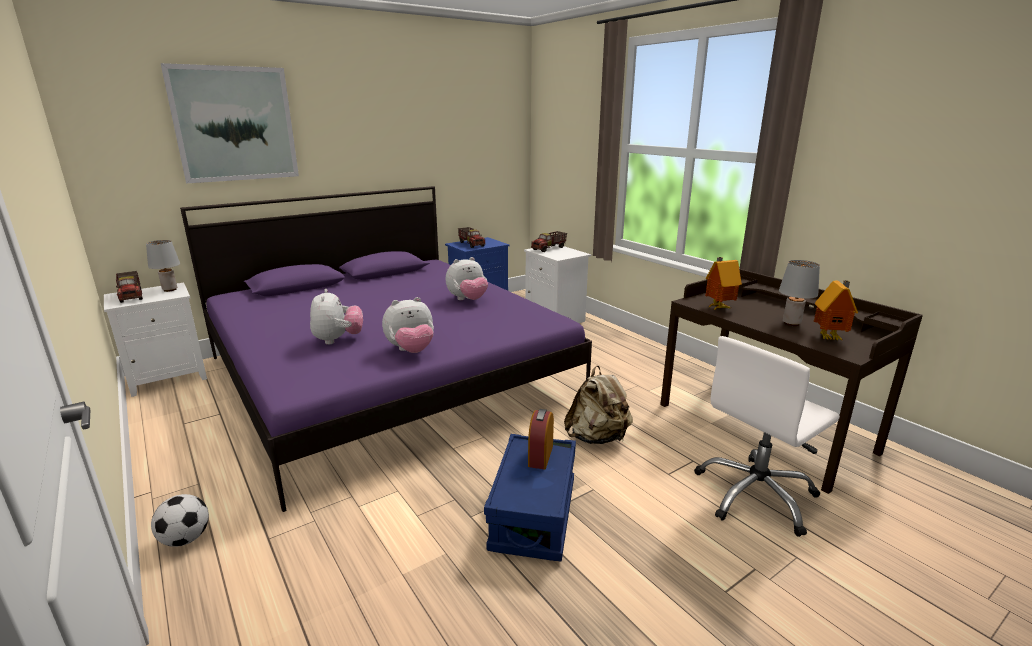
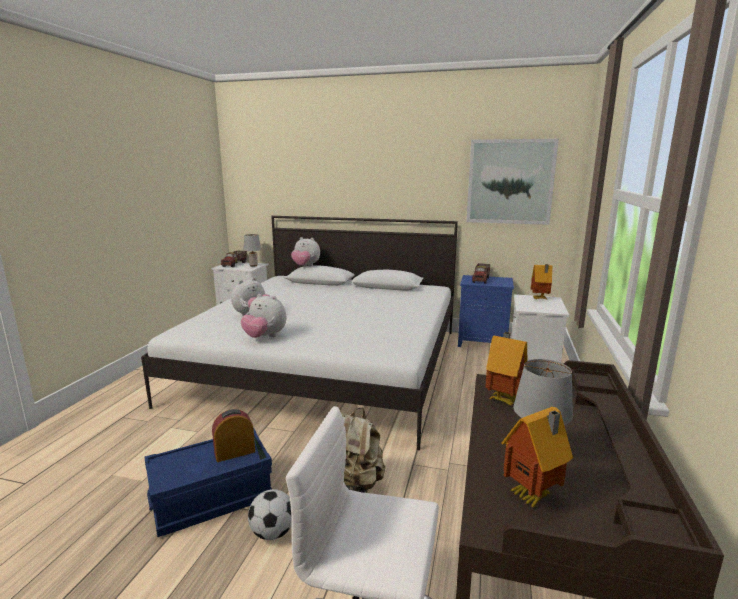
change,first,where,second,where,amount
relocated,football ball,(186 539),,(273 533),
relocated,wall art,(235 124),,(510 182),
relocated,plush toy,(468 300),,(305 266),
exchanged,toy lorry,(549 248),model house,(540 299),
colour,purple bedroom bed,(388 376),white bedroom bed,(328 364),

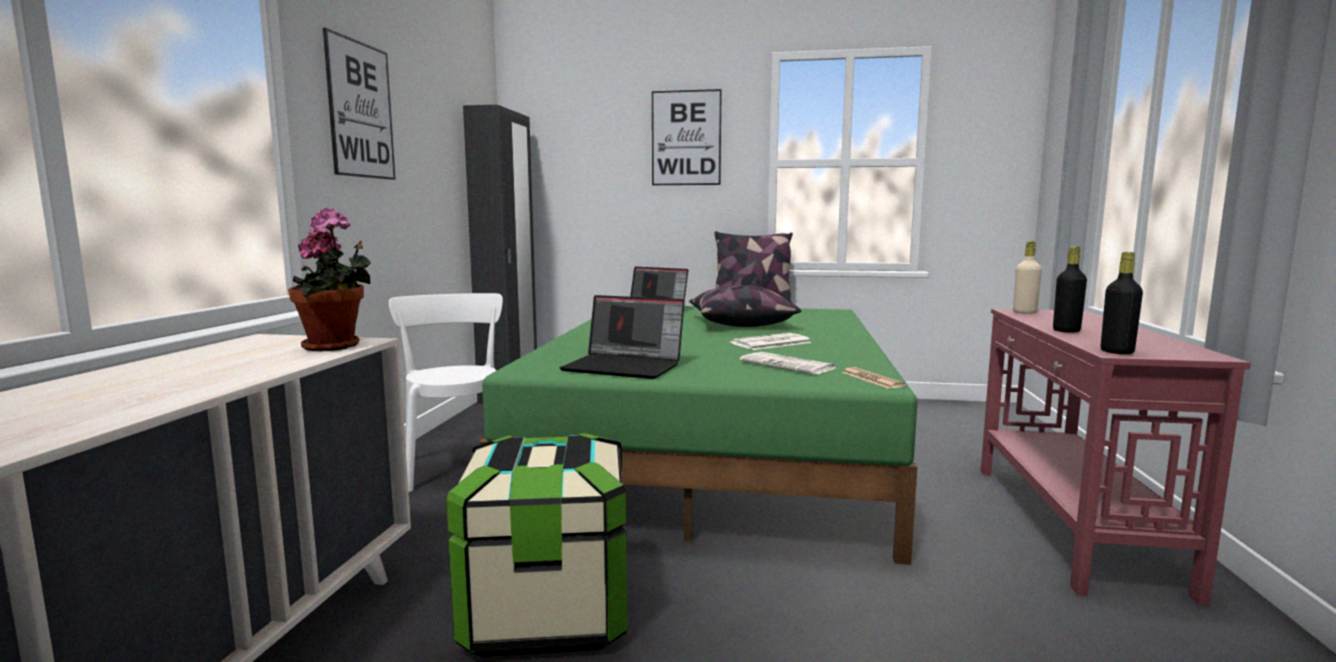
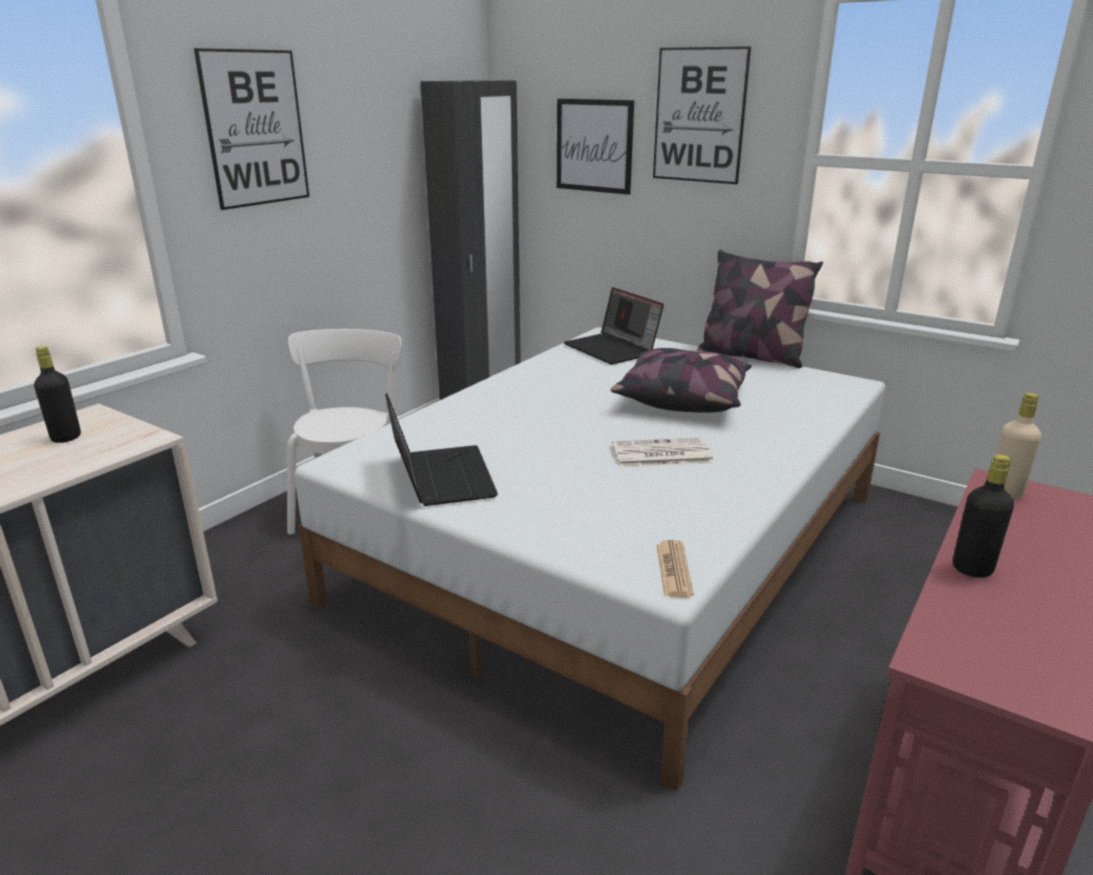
change,first,where,second,where,amount
missing,houseplant,(336 347),,,
missing,storage bin,(547 612),,,
missing,daily paper,(789 365),,,
appeared,,,wall art,(594 146),
relocated,black-coloured drink bottle,(1117 352),,(66 438),
colour,green-coloured bedroom bed,(715 450),white bedroom bed,(620 546),
spun,portable computer,(625 367),,(440 477),150 degrees counterclockwise

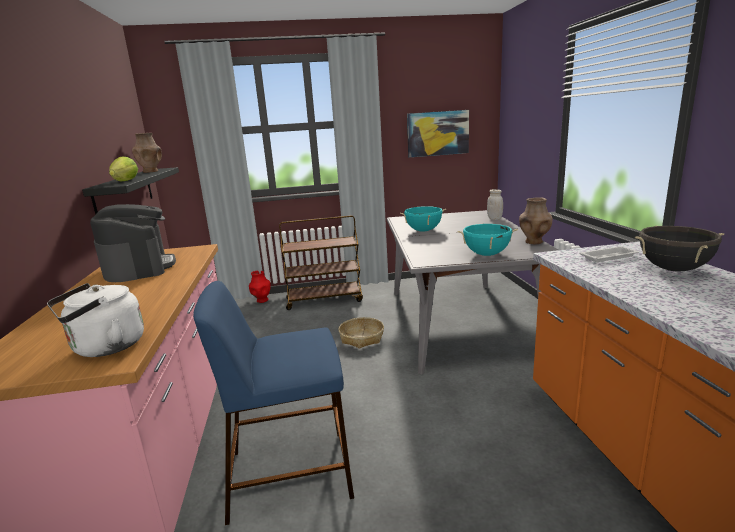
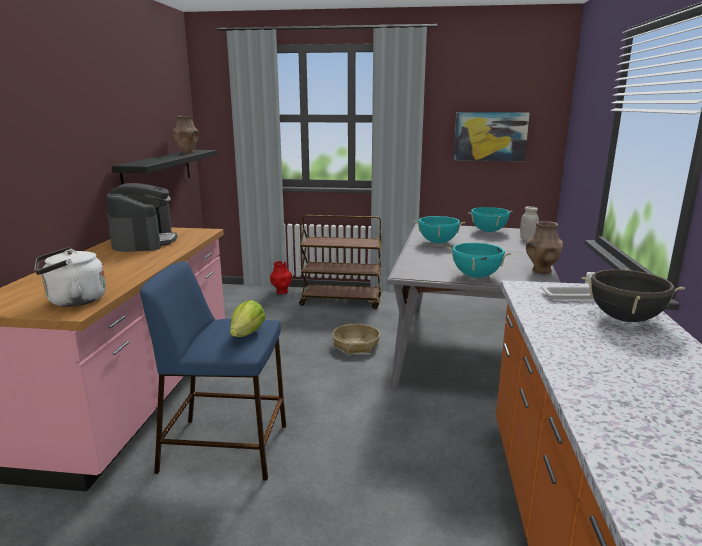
change,first,where,second,where,amount
appeared,,,turquoise-coloured saucepot,(488 231),
relocated,lettuce head,(125 181),,(247 334),

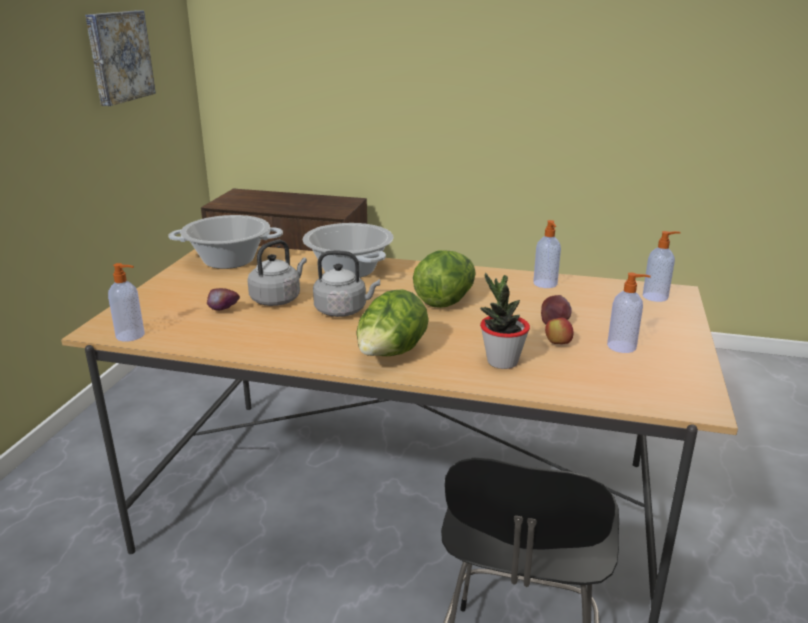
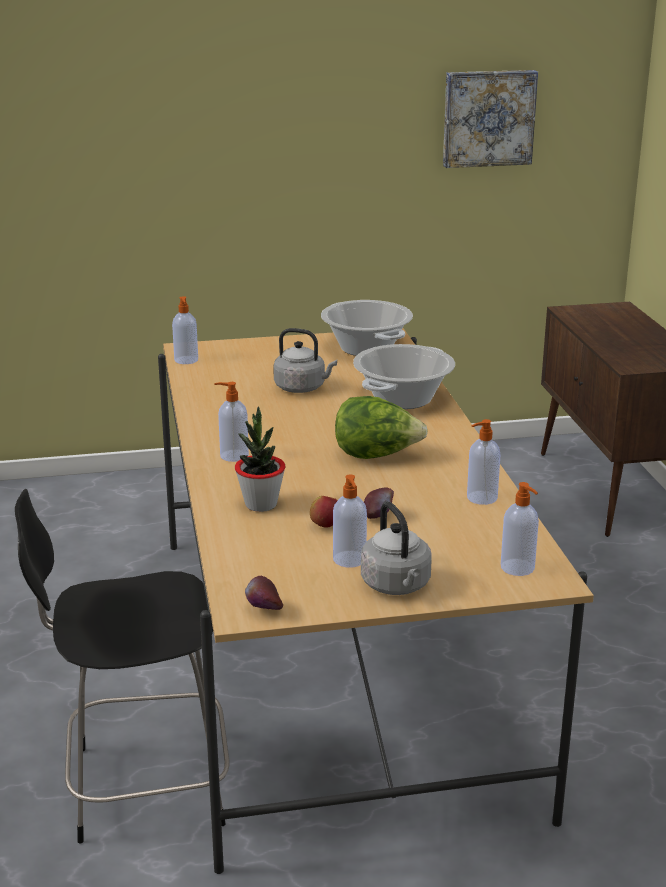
change,first,where,second,where,amount
relocated,apple fruit,(224 311),,(264 611),
relocated,greyish tea kettle,(343 311),,(397 586),
exchanged,lettuce head,(390 355),soap bottle,(233 456),

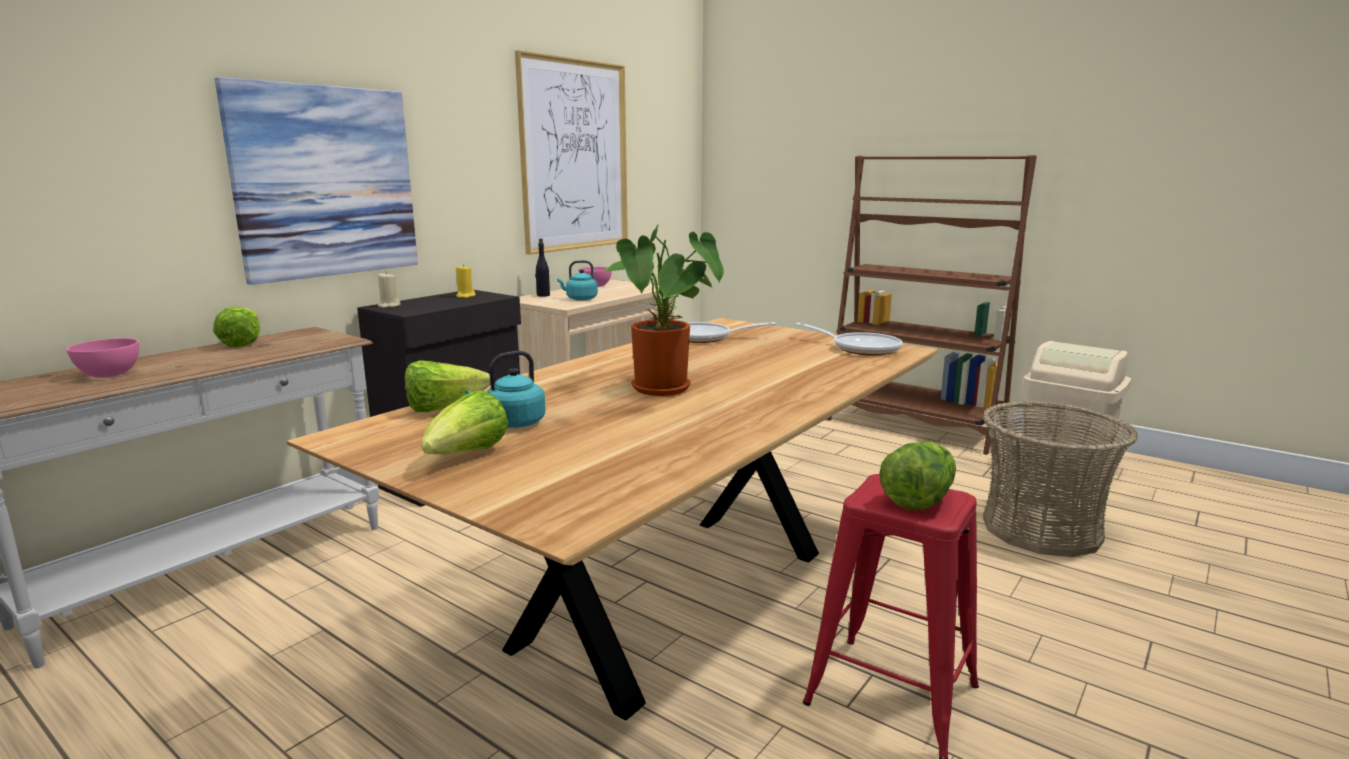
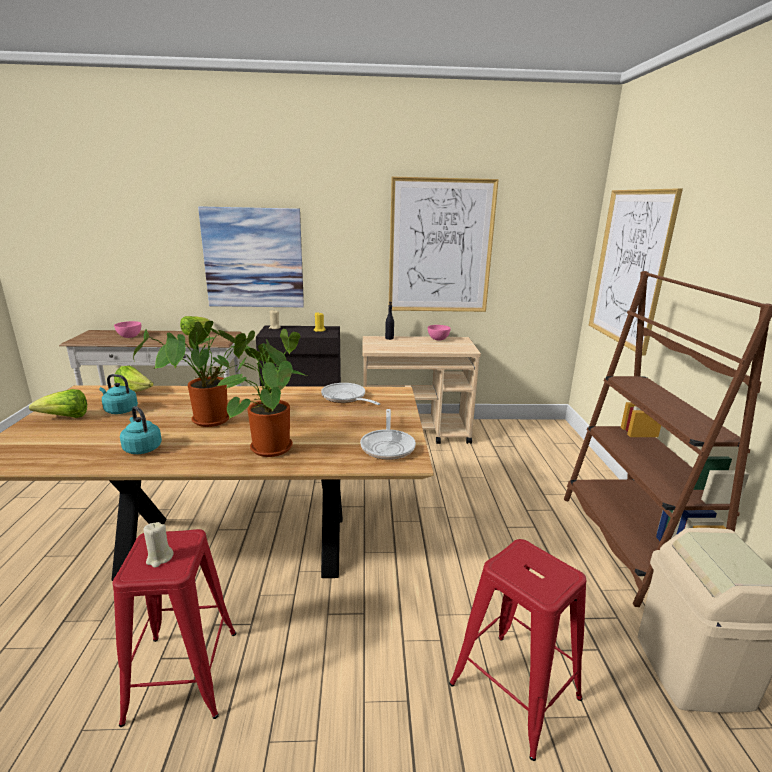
change,first,where,second,where,amount
appeared,,,houseplant,(269 446),
appeared,,,wall art,(630 268),
relocated,turquoise-coloured tea kettle,(580 299),,(142 448),
exchanged,lettuce head,(919 500),beige wax light,(159 558),
exchanged,basket,(1041 529),red-coloured stool seat,(514 691),

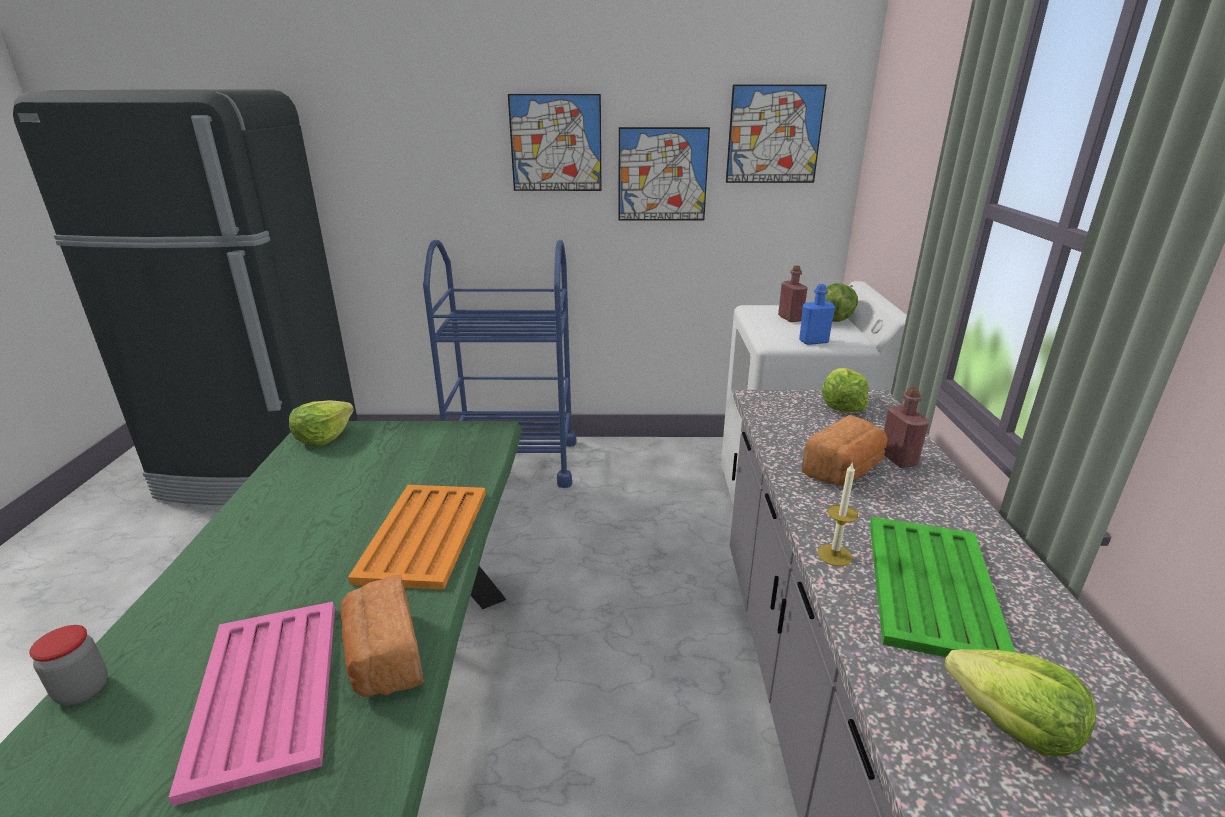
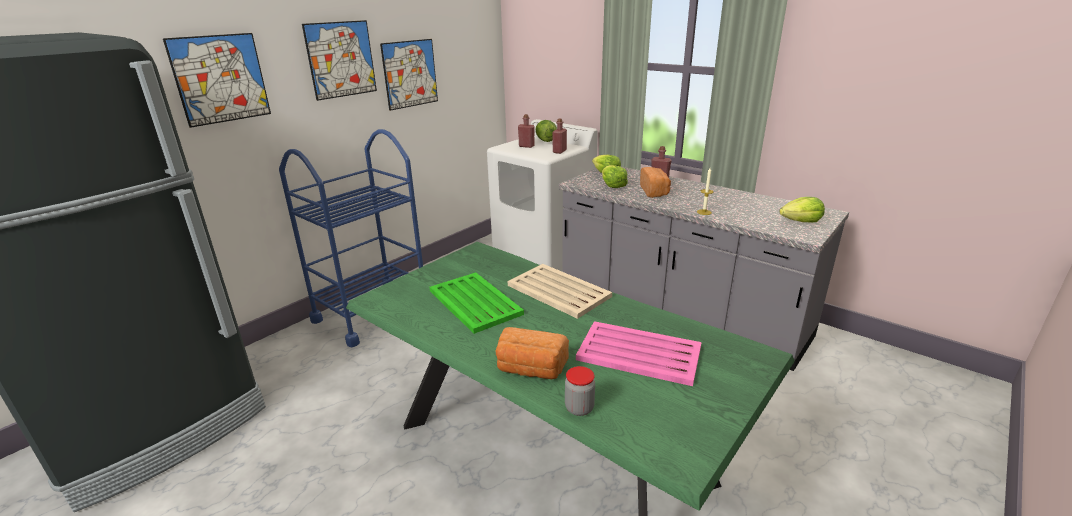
change,first,where,second,where,amount
relocated,lettuce head,(323 436),,(612 185),
relocated,bread,(383 658),,(530 369),
relocated,wall art,(774 135),,(220 79),
relocated,green-coloured serving tray,(931 588),,(475 303),
colour,orangey serving tray,(423 536),beige serving tray,(559 291),
colour,bluish drink bottle,(813 341),red-coloured drink bottle,(559 151),

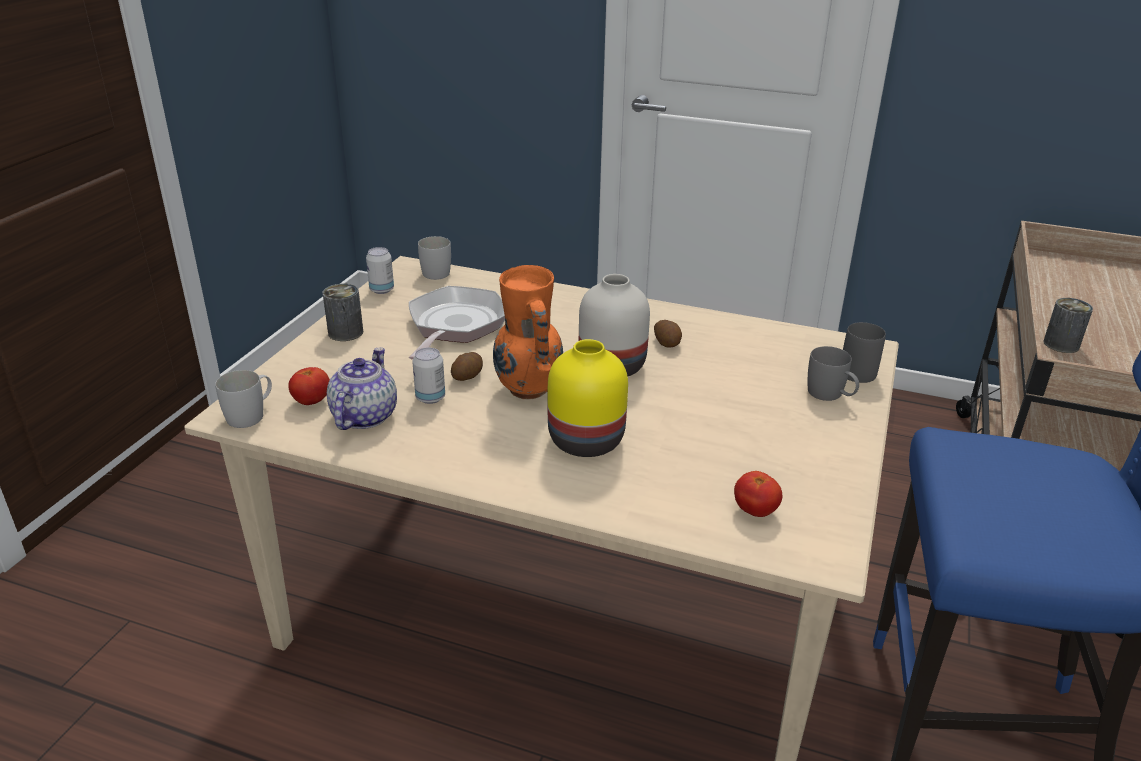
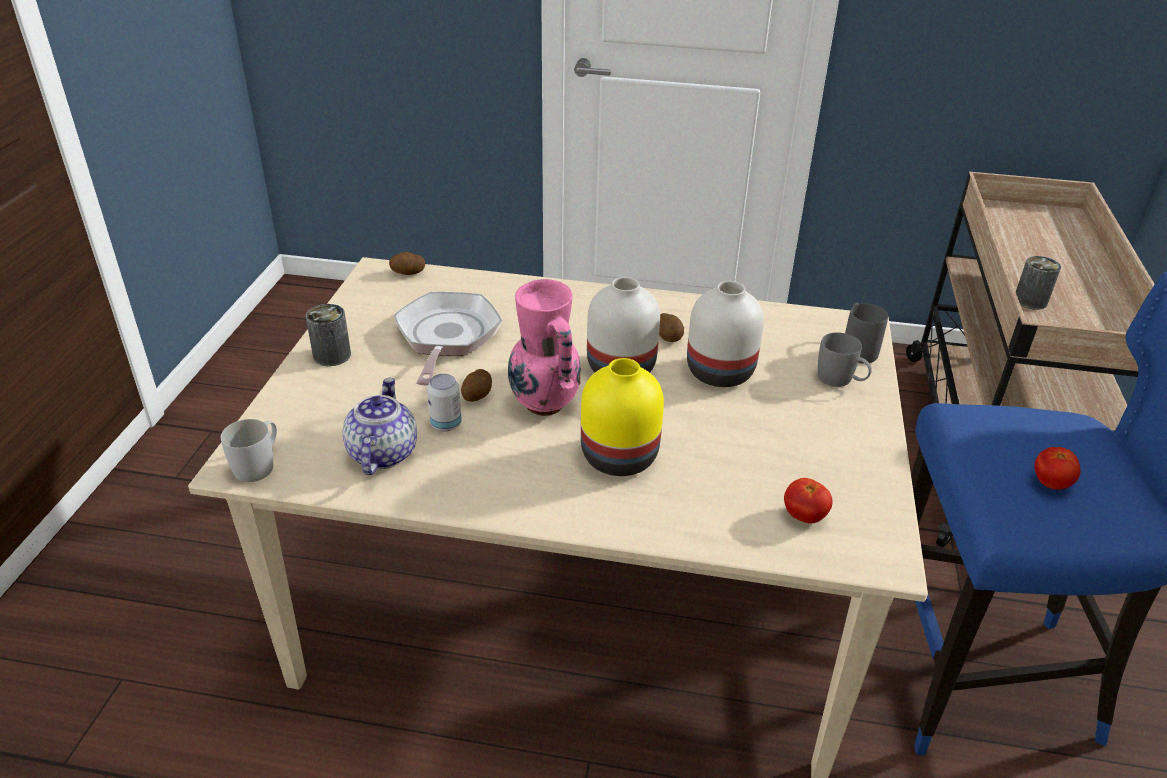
change,first,where,second,where,amount
missing,can,(382 290),,,
appeared,,,white vase,(719 373),
relocated,fresh tomato,(312 401),,(1050 483),
exchanged,white tea mug,(436 271),spud,(408 273),
colour,orangey vase,(528 390),pinkish vase,(544 405),

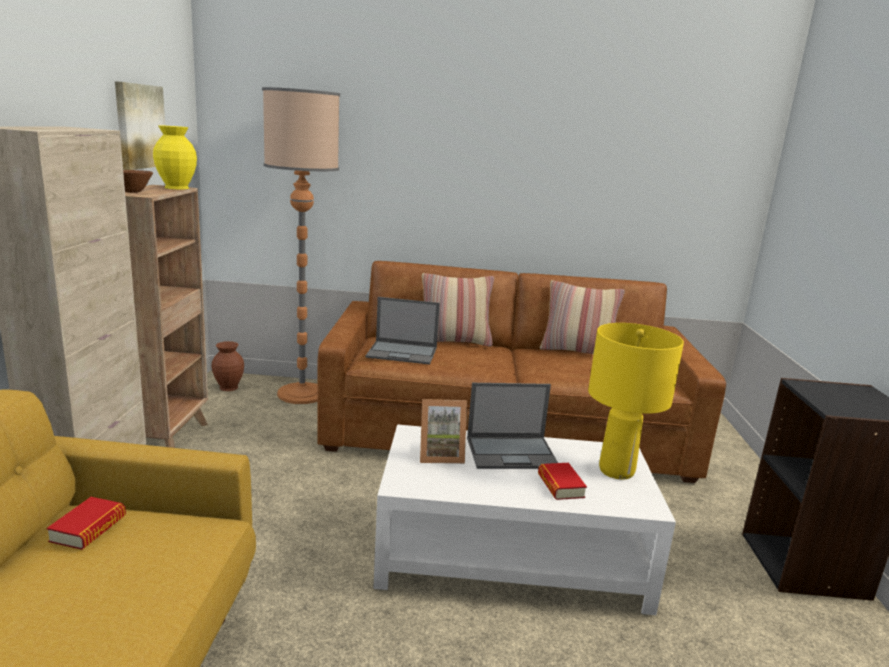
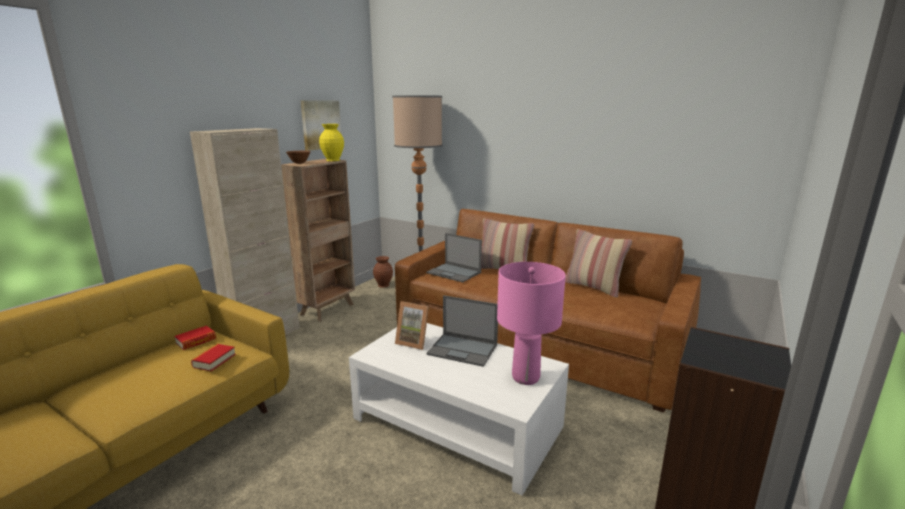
change,first,where,second,where,amount
relocated,bound book,(560 486),,(214 361),
colour,yellowish tabletop lamp,(616 470),pinkish tabletop lamp,(525 377),

